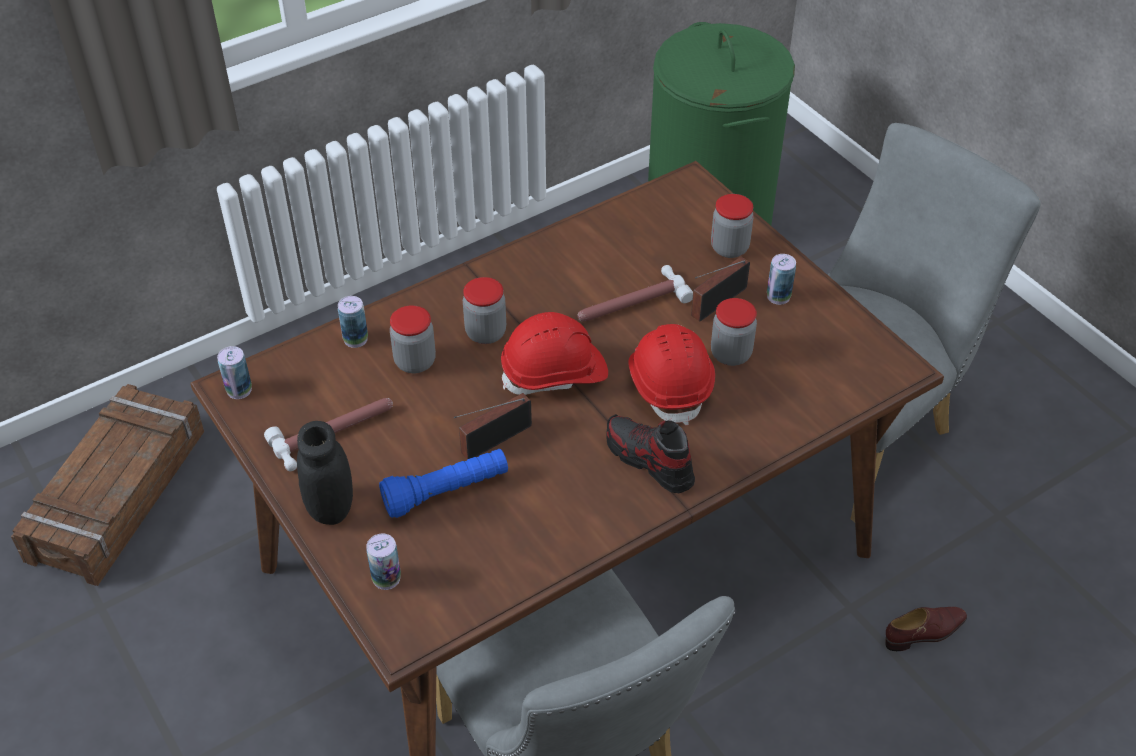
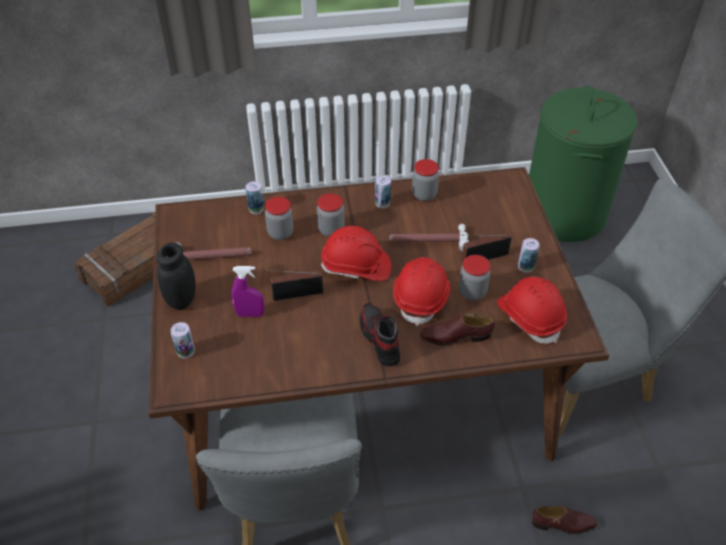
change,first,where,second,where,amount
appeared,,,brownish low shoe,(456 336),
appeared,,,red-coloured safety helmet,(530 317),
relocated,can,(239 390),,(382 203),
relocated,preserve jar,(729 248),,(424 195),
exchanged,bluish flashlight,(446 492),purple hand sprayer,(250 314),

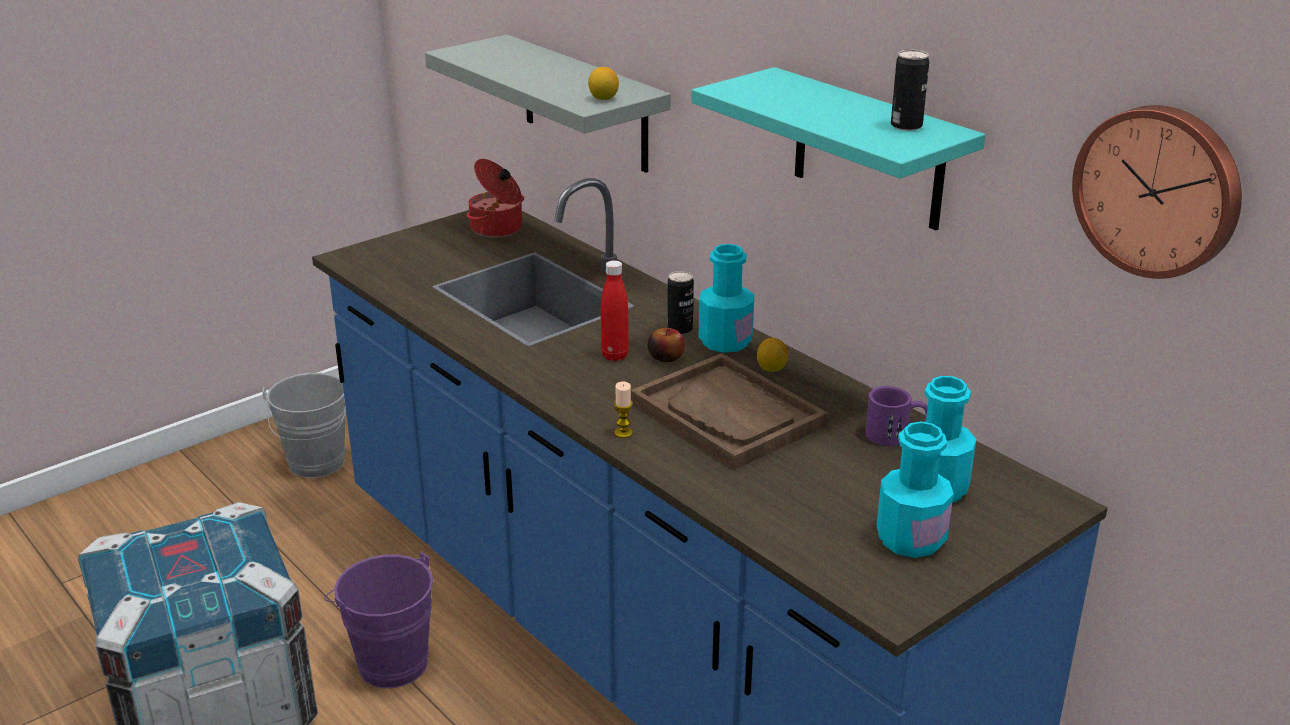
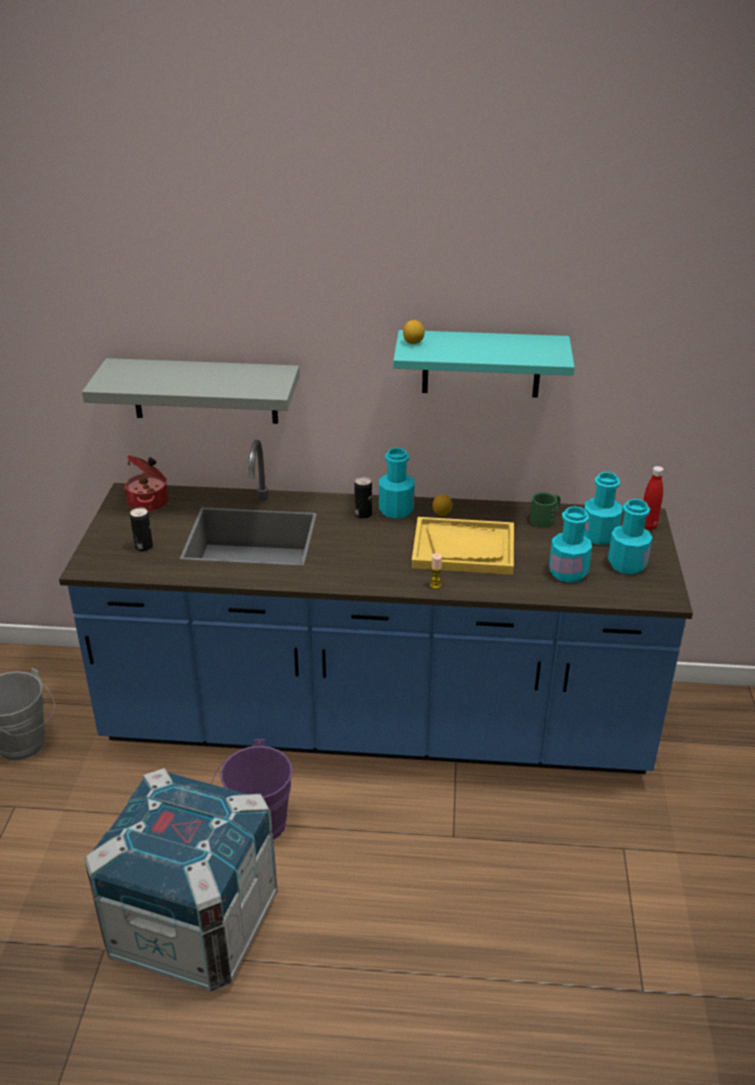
change,first,where,second,where,amount
missing,apple fruit,(666 357),,,
missing,clock on the wall,(1159 190),,,
appeared,,,turquoise-coloured drink bottle,(568 572),
relocated,citrus fruit,(603 98),,(413 342),
relocated,red-coloured drink bottle,(615 355),,(648 526),
relocated,can,(906 126),,(144 547),
colour,brownish serving tray,(727 414),yellowish serving tray,(463 548),
colour,purple tea mug,(896 435),green-coloured tea mug,(546 519),

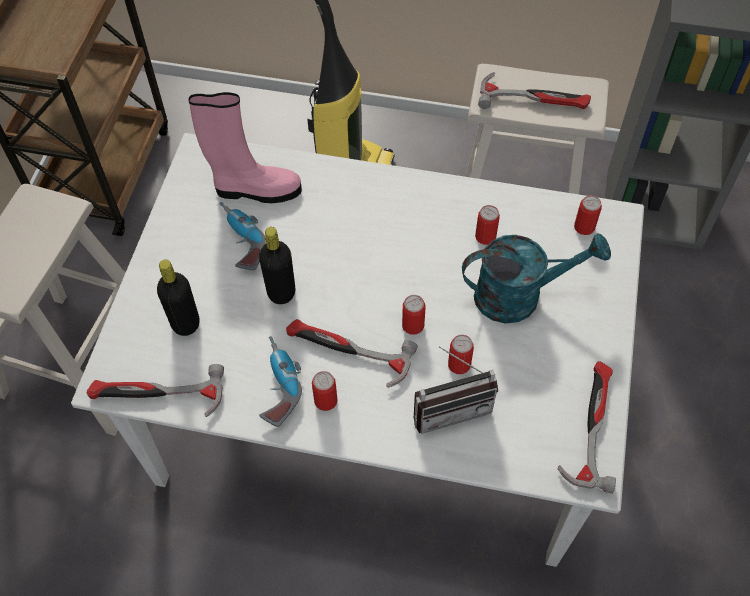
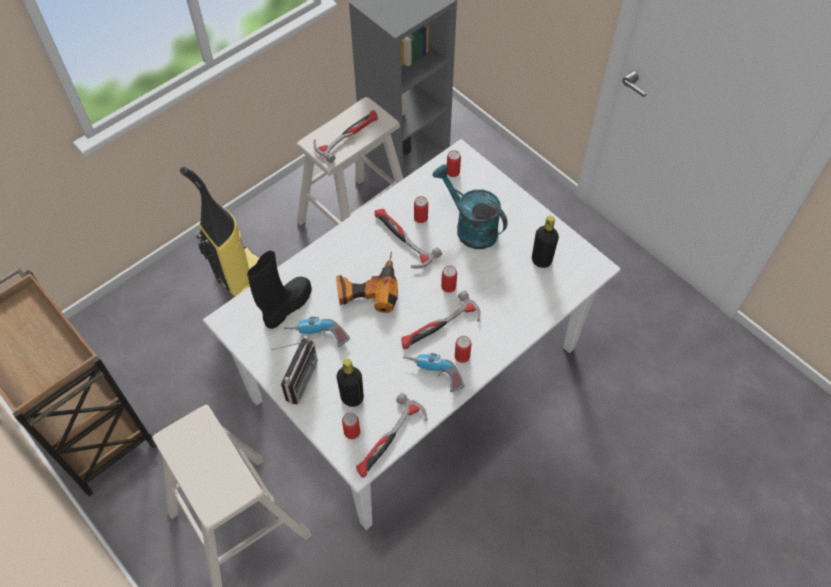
change,first,where,second,where,amount
appeared,,,power drill,(367 288),
relocated,black-coloured drink bottle,(281 292),,(541 260),
relocated,radio set,(450 407),,(296 378),
relocated,can,(459 364),,(352 432),
relocated,hammer,(590 426),,(402 239),
colour,pinkish high-top boot,(255 190),black-coloured high-top boot,(286 306),
spun,turquoise-coloured watering pot,(520 295),,(470 227),75 degrees counterclockwise

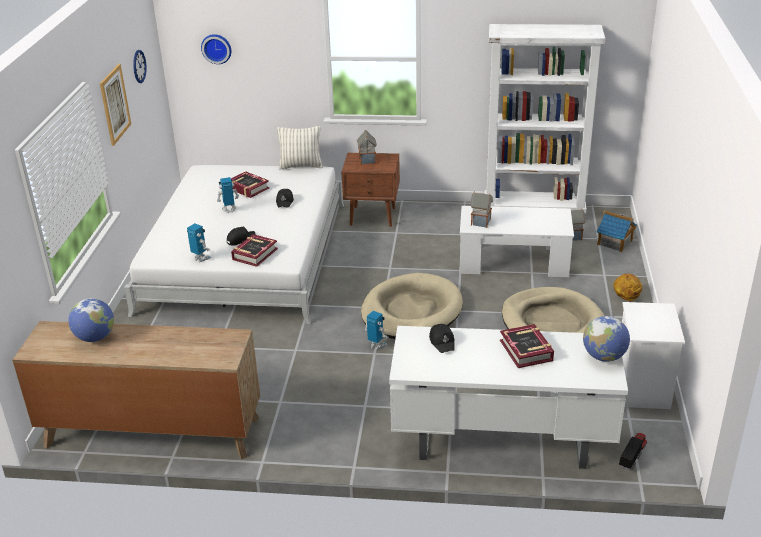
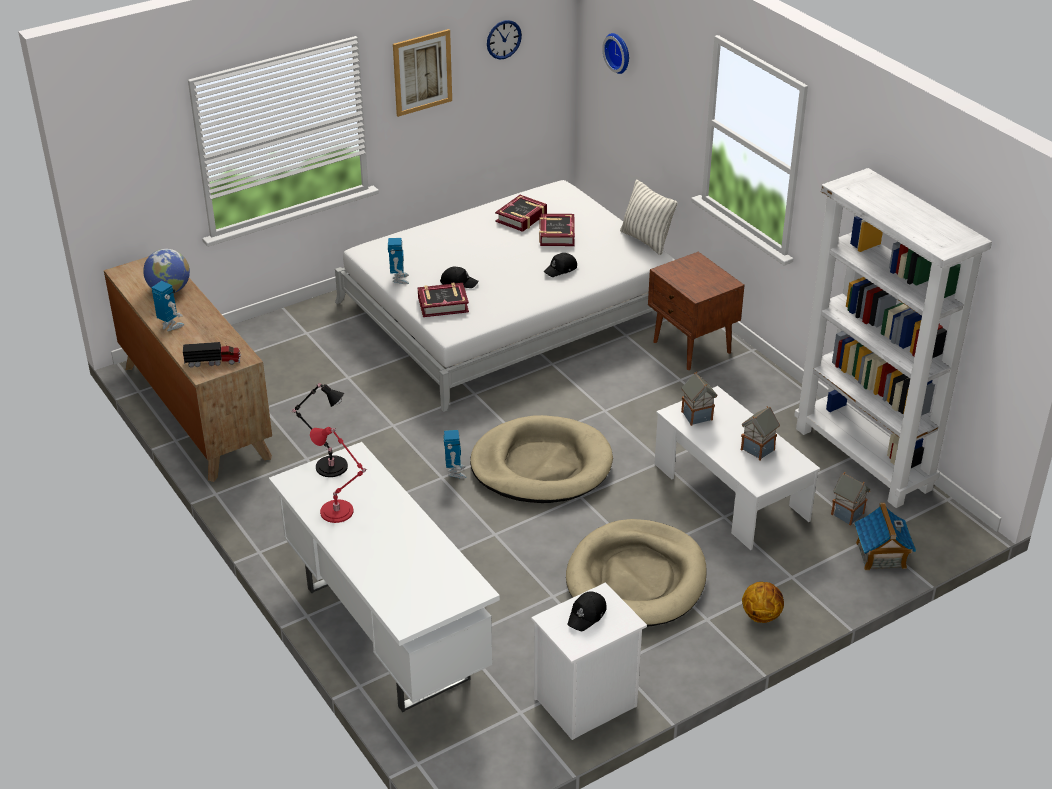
change,first,where,second,where,amount
missing,globe,(604 357),,,
appeared,,,black-coloured tabletop lamp,(329 466),
appeared,,,red-coloured tabletop lamp,(339 512),
relocated,model robot,(229 210),,(170 326),
relocated,model house,(367 160),,(758 449),
relocated,black-coloured cap,(442 342),,(587 615),
relocated,bound book,(526 350),,(521 218),
relocated,toy lorry,(632 455),,(213 361),

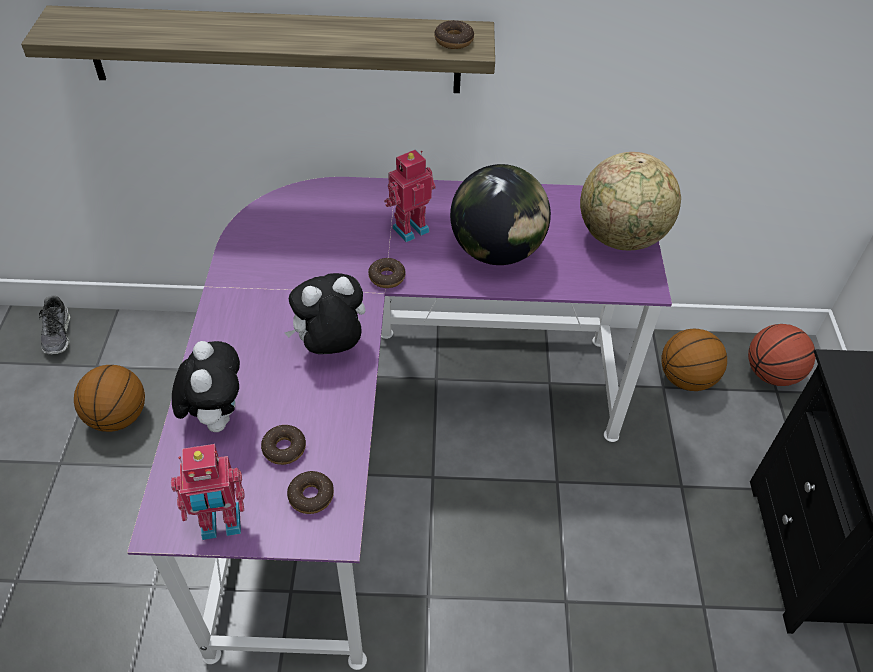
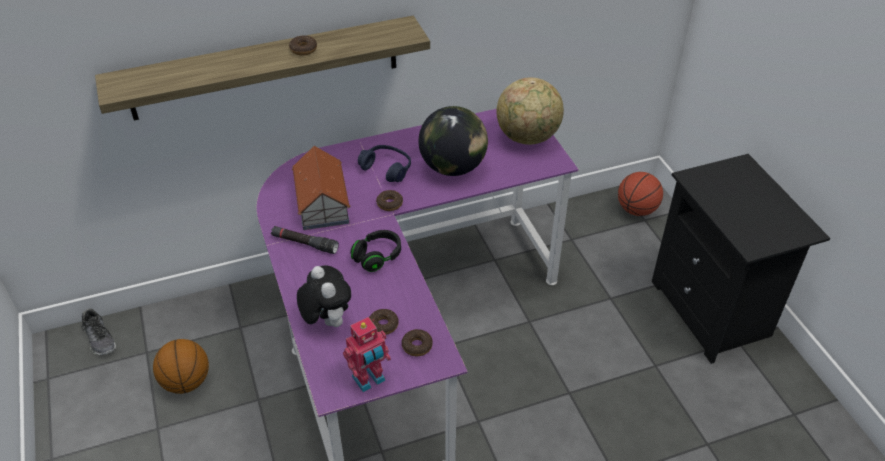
change,first,where,second,where,amount
missing,basketball,(686 379),,,
appeared,,,black-coloured flashlight,(304 243),
appeared,,,model house,(322 204),
relocated,ring doughnut,(454 41),,(303 49),
exchanged,plush toy,(331 347),black-coloured pair of headphones,(377 257),
exchanged,model robot,(409 228),bluish pair of headphones,(386 168),

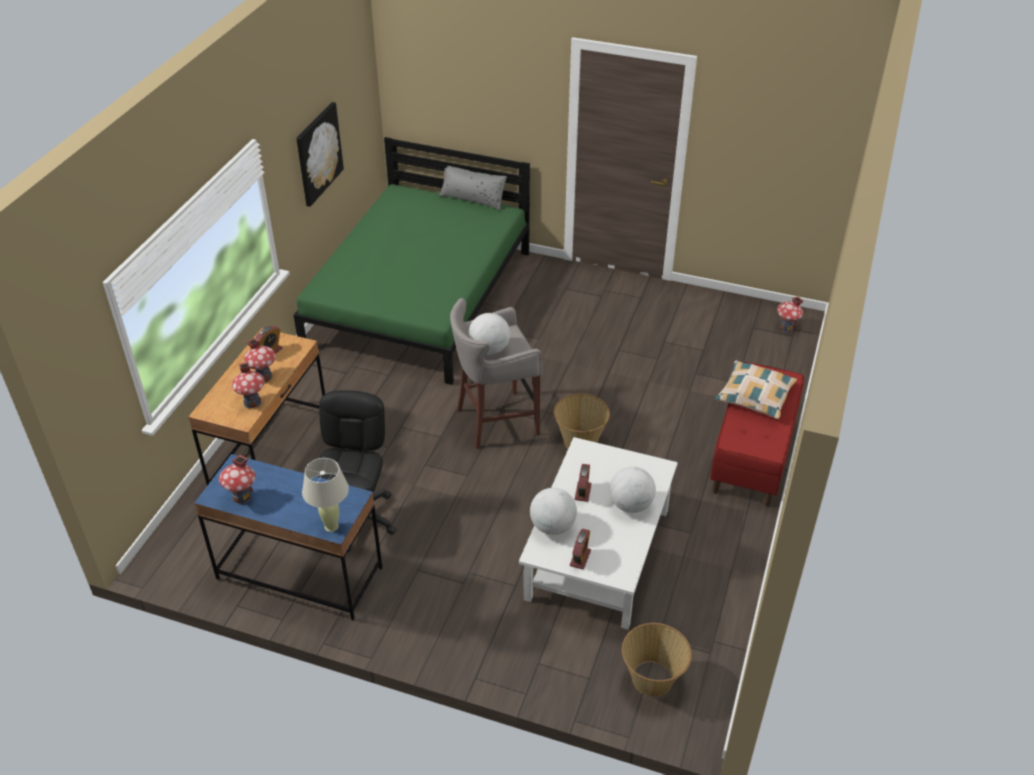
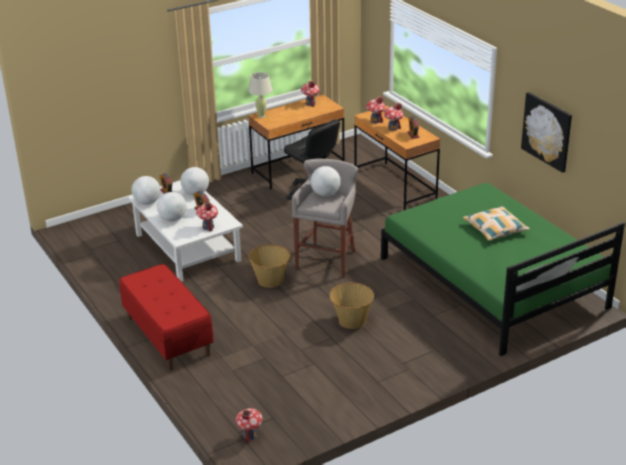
change,first,where,second,where,amount
appeared,,,globe,(147 202),
appeared,,,model house,(208 227),
relocated,basket,(652 679),,(351 320),
relocated,throw pillow,(755 396),,(495 229),
colour,bluish desk table,(299 573),brownish desk table,(298 170),

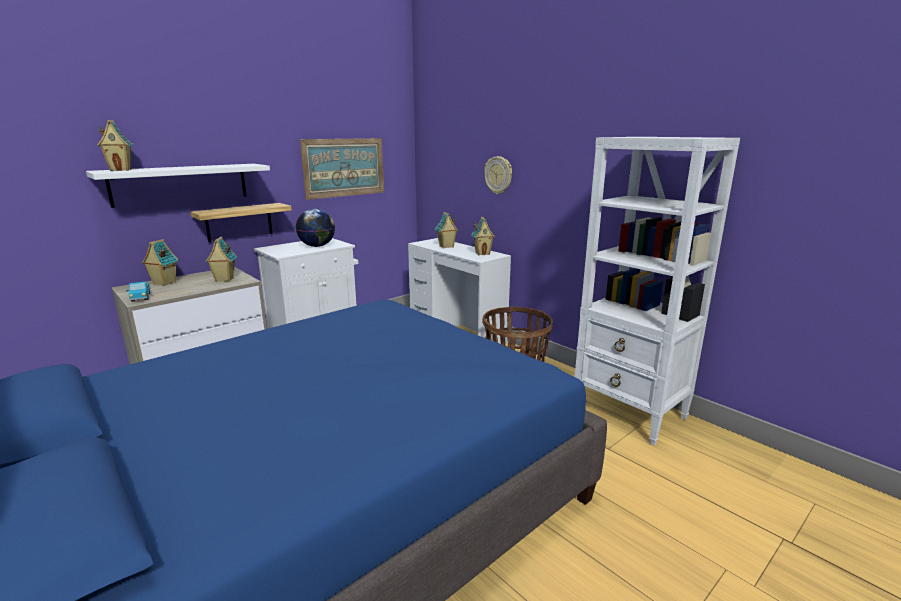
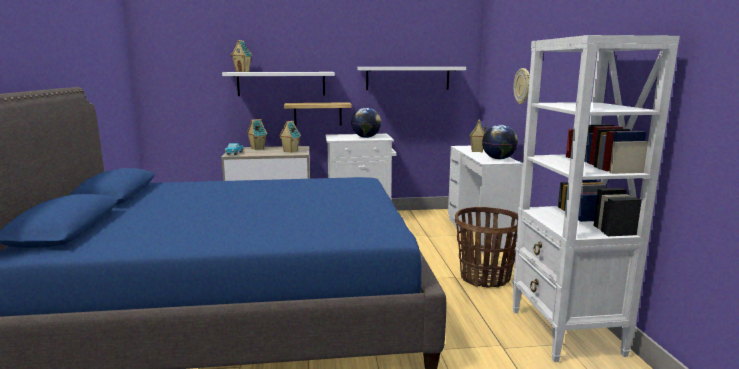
change,first,where,second,where,amount
exchanged,wall art,(344 167),white bracket shelf,(407 78),
exchanged,model house,(482 253),globe,(498 159),

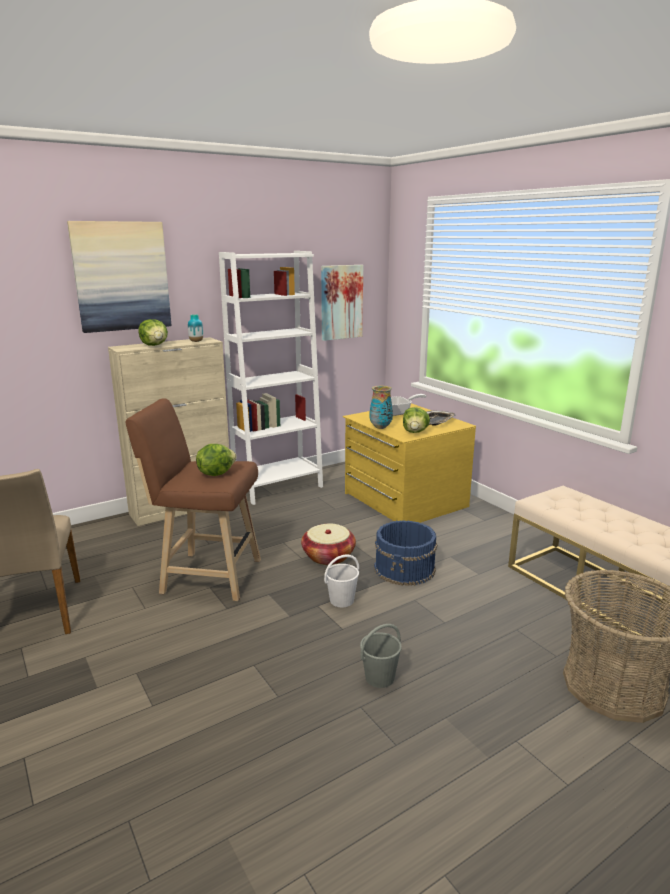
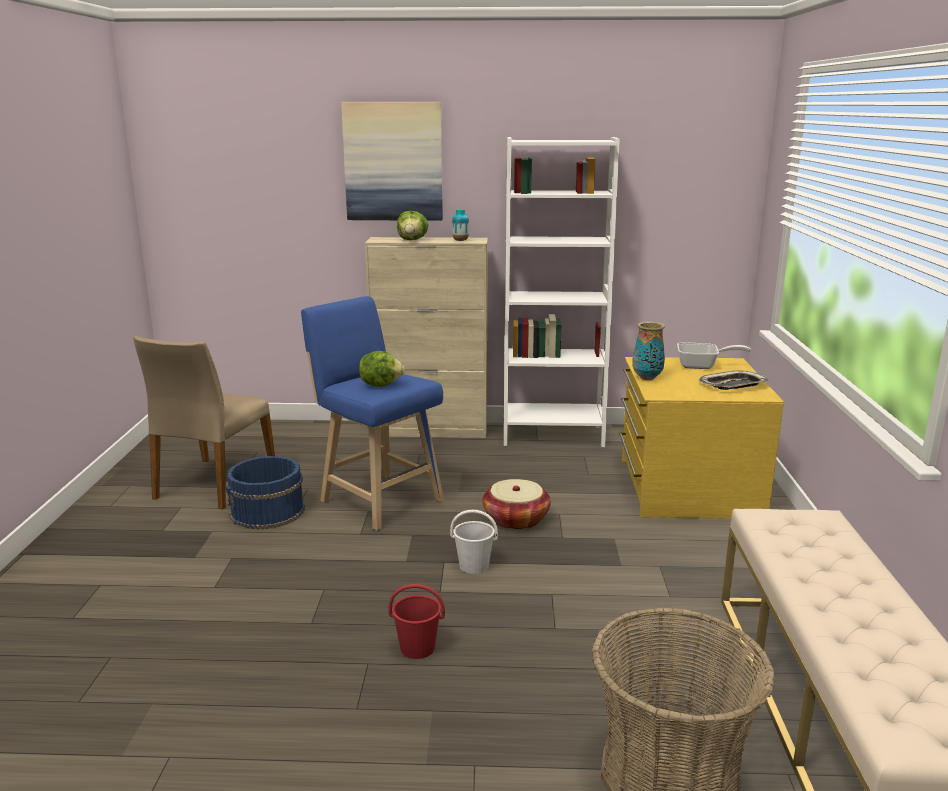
change,first,where,second,where,amount
missing,wall art,(341 302),,,
missing,lettuce head,(415 432),,,
relocated,bluish water bucket,(405 569),,(267 512),
colour,brownish stool seat,(206 575),bluish stool seat,(377 499),
colour,greyish water bucket,(380 677),red-coloured water bucket,(418 648),

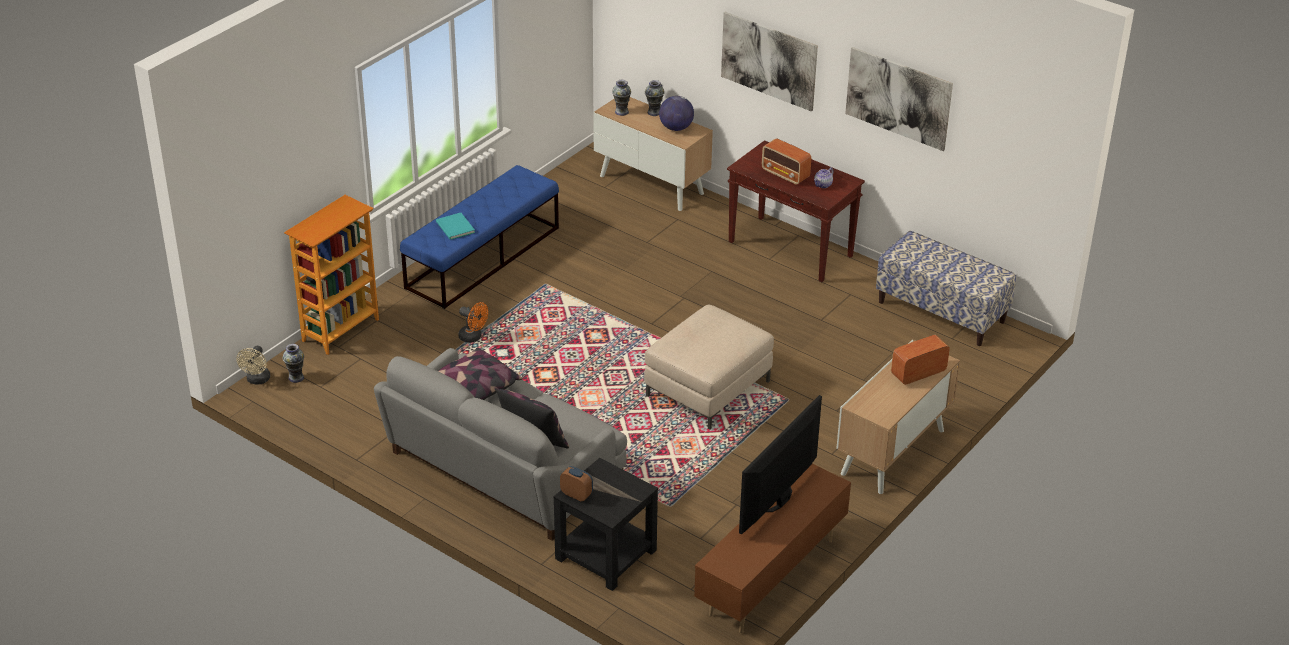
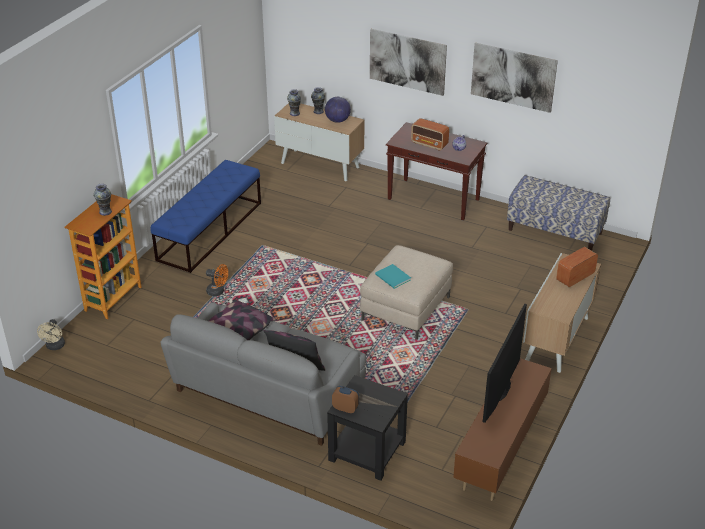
change,first,where,second,where,amount
relocated,vase,(296 377),,(105 212),
relocated,turquoise-coloured bound book,(455 228),,(393 278),

